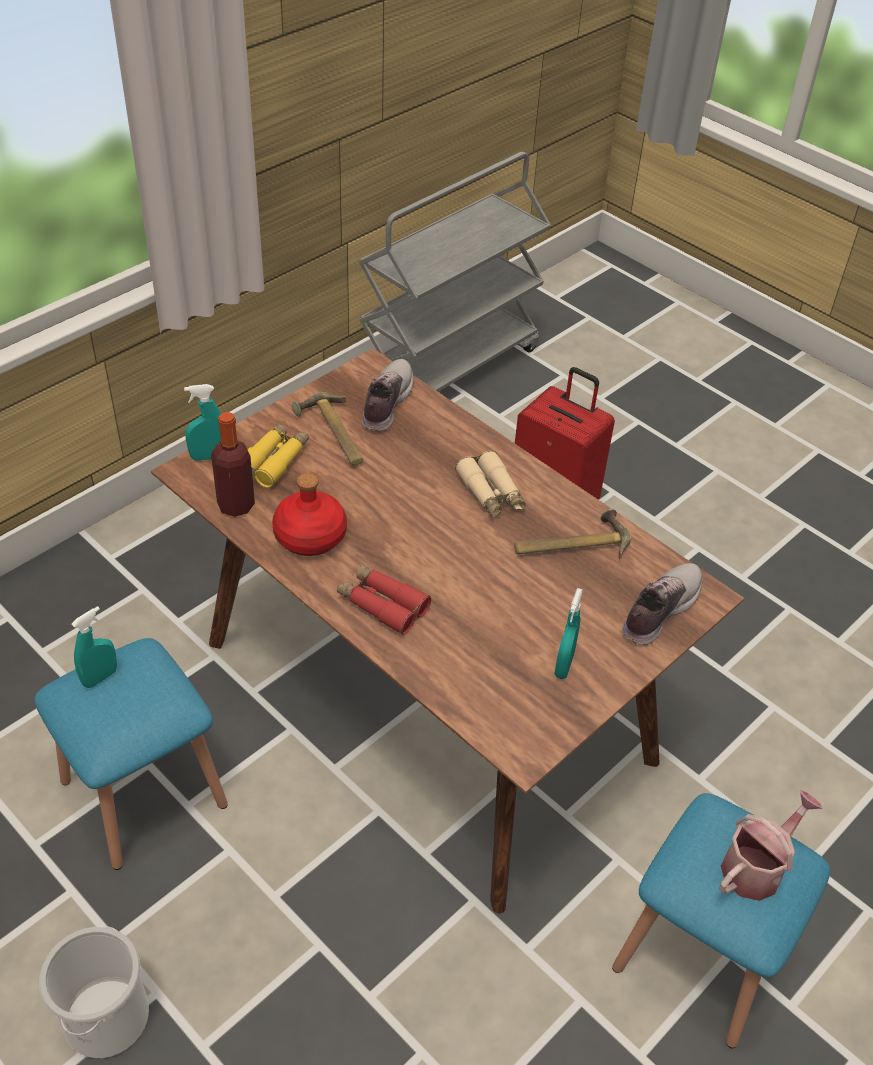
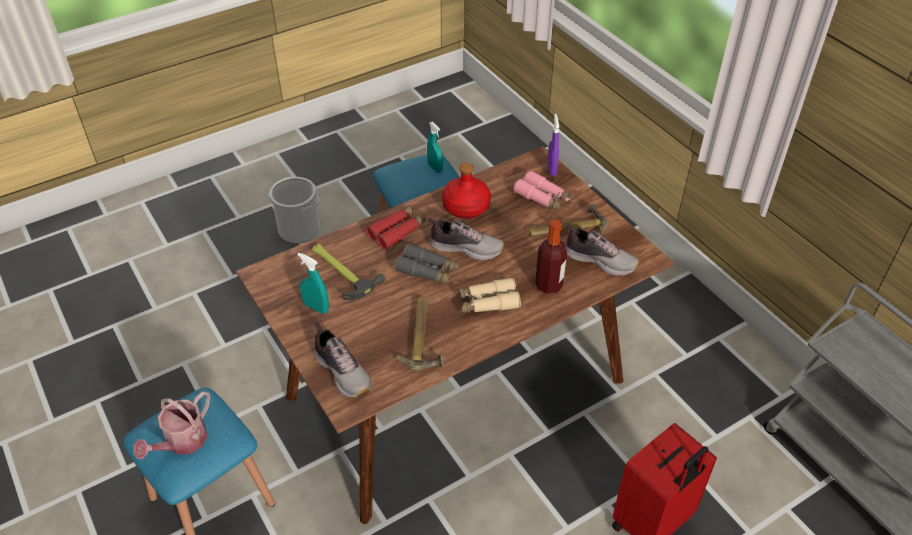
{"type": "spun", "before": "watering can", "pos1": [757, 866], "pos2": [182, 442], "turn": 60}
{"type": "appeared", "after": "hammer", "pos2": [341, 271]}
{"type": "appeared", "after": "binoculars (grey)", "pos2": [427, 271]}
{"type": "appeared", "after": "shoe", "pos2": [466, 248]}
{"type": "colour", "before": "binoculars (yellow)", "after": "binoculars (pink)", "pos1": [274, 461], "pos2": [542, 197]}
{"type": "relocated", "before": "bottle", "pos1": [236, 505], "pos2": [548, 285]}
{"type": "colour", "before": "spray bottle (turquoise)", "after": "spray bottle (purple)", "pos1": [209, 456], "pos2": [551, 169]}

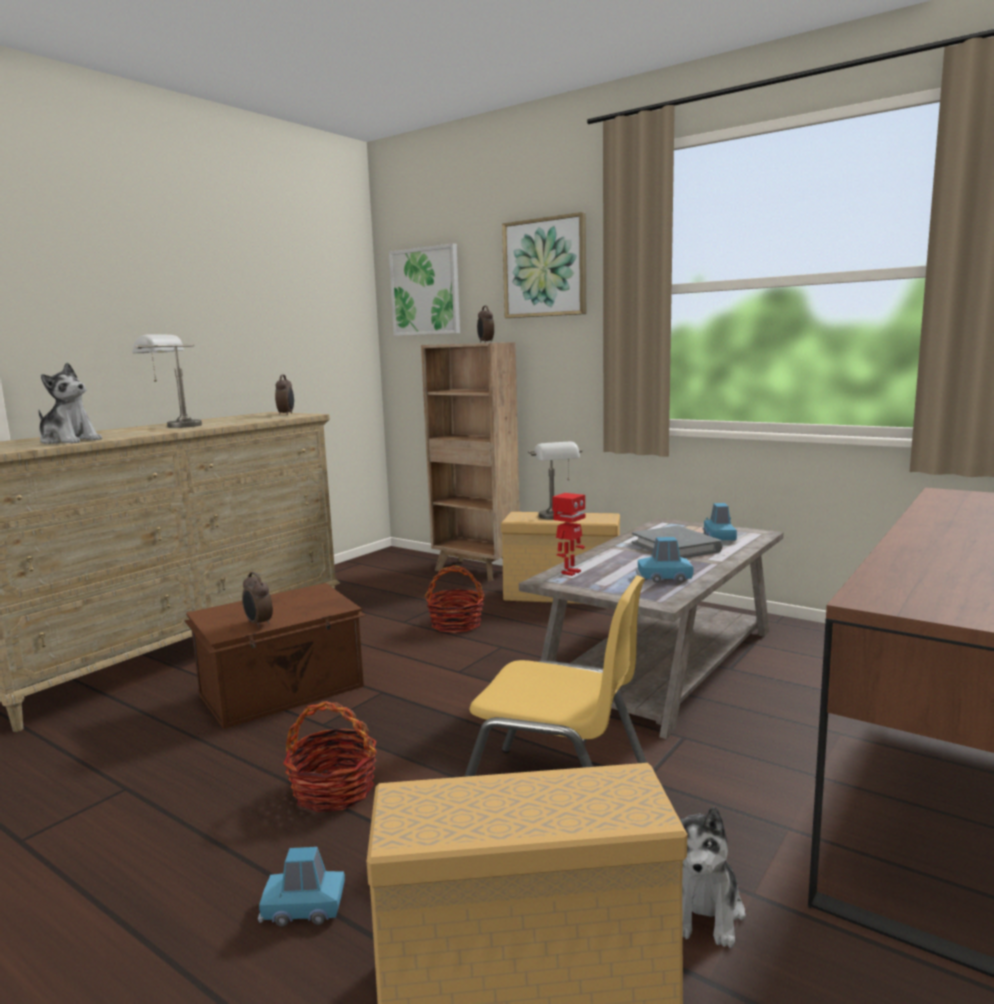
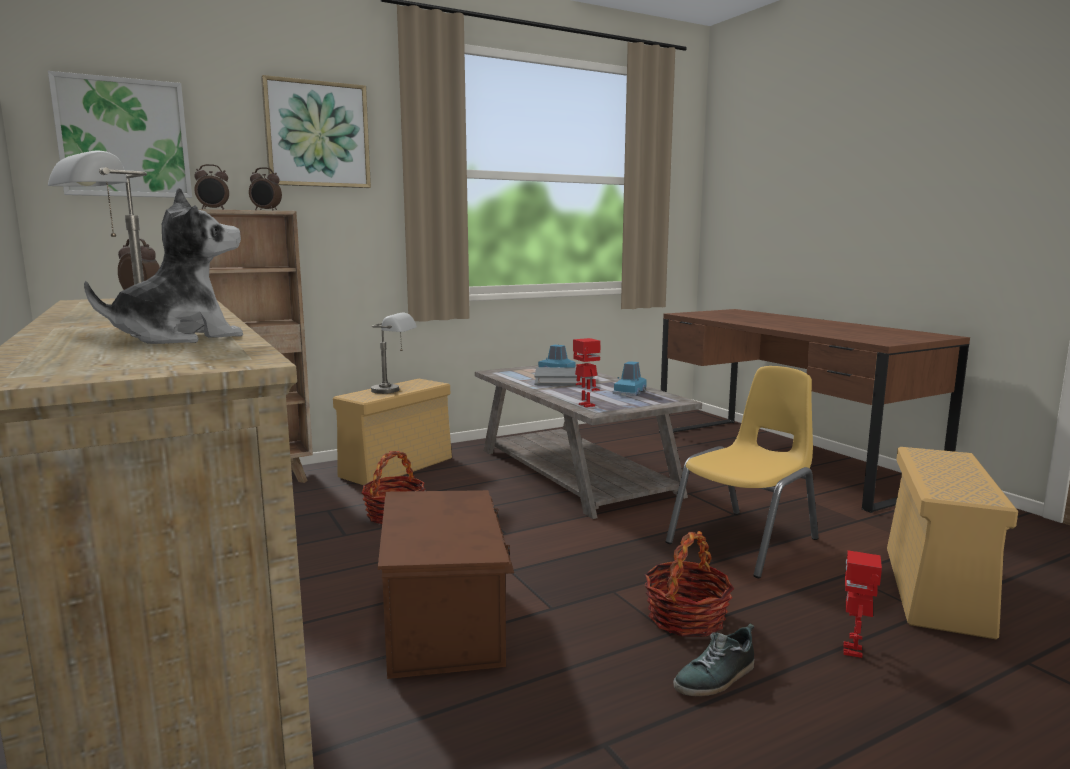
{"type": "relocated", "before": "alarm clock", "pos1": [258, 624], "pos2": [213, 209]}
{"type": "appeared", "after": "shoe", "pos2": [716, 677]}
{"type": "exchanged", "before": "toy car (blue)", "after": "toy robot", "pos1": [303, 908], "pos2": [854, 651]}
{"type": "missing", "before": "plush toy", "pos1": [704, 911]}

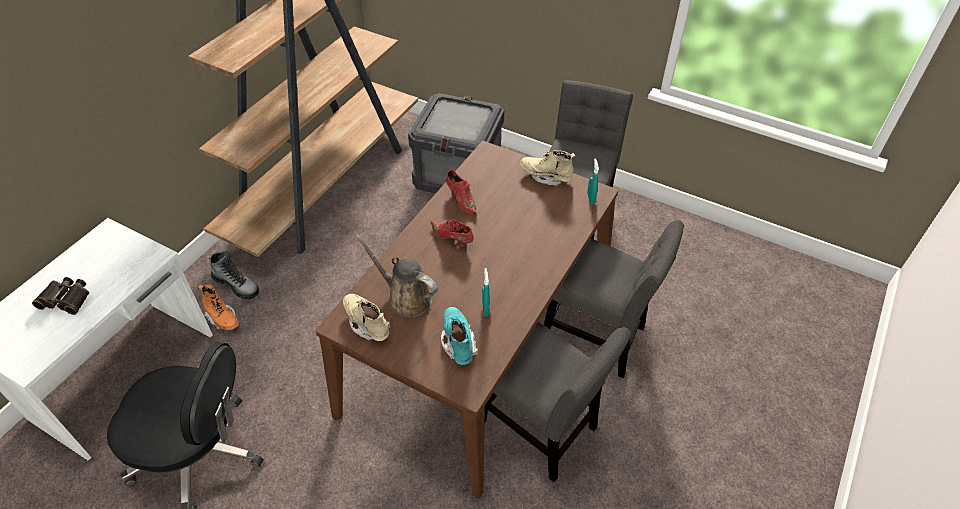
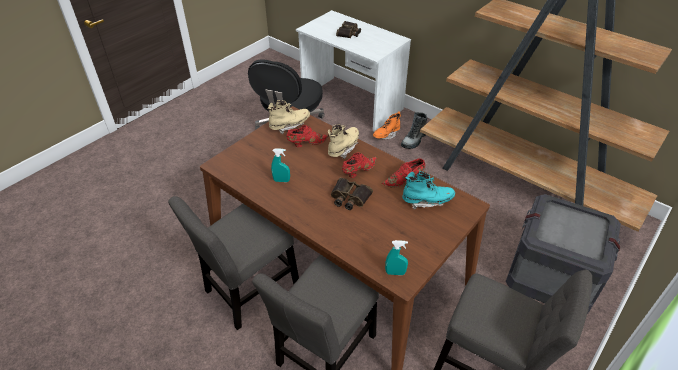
{"type": "exchanged", "before": "watering can (brown)", "after": "shoe (red)", "pos1": [406, 297], "pos2": [306, 143]}
{"type": "relocated", "before": "boot (beige)", "pos1": [546, 176], "pos2": [343, 148]}
{"type": "appeared", "after": "binoculars", "pos2": [349, 198]}
{"type": "relocated", "before": "boot (turquoise)", "pos1": [458, 342], "pos2": [427, 201]}

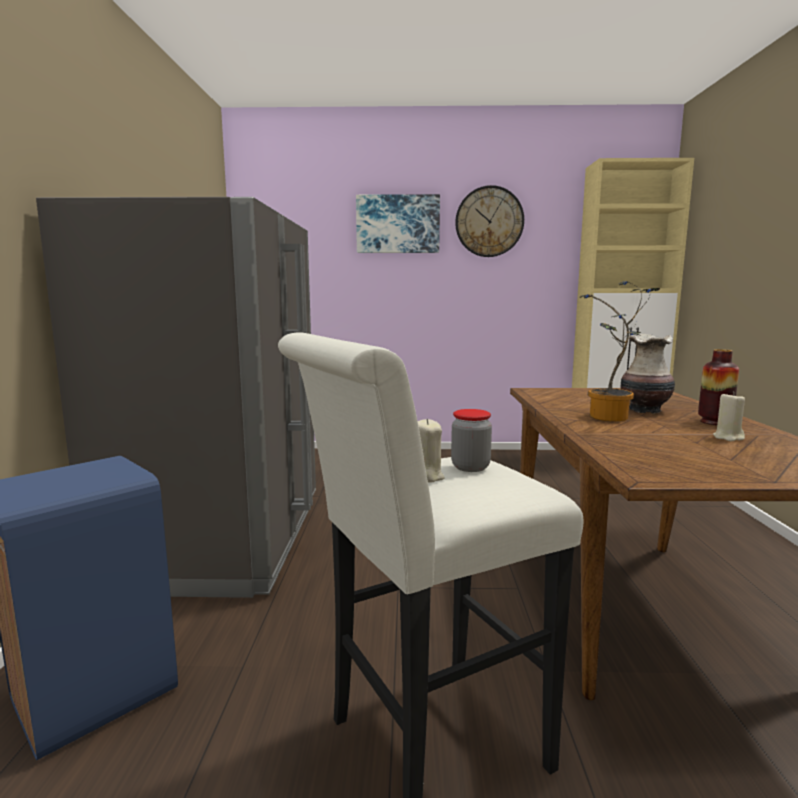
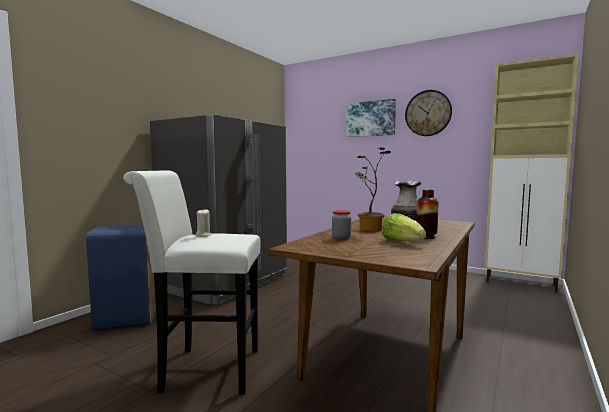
{"type": "relocated", "before": "jar", "pos1": [470, 467], "pos2": [341, 238]}
{"type": "exchanged", "before": "candle (beige)", "after": "lettuce", "pos1": [728, 437], "pos2": [402, 242]}

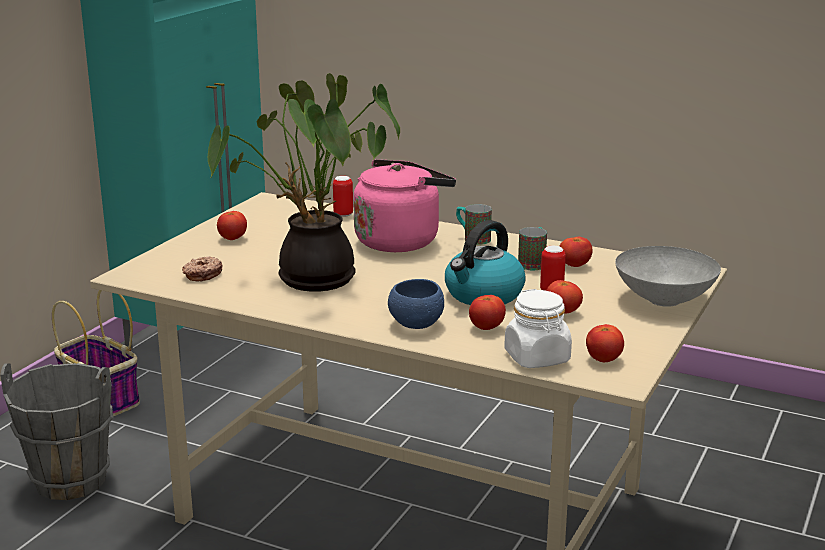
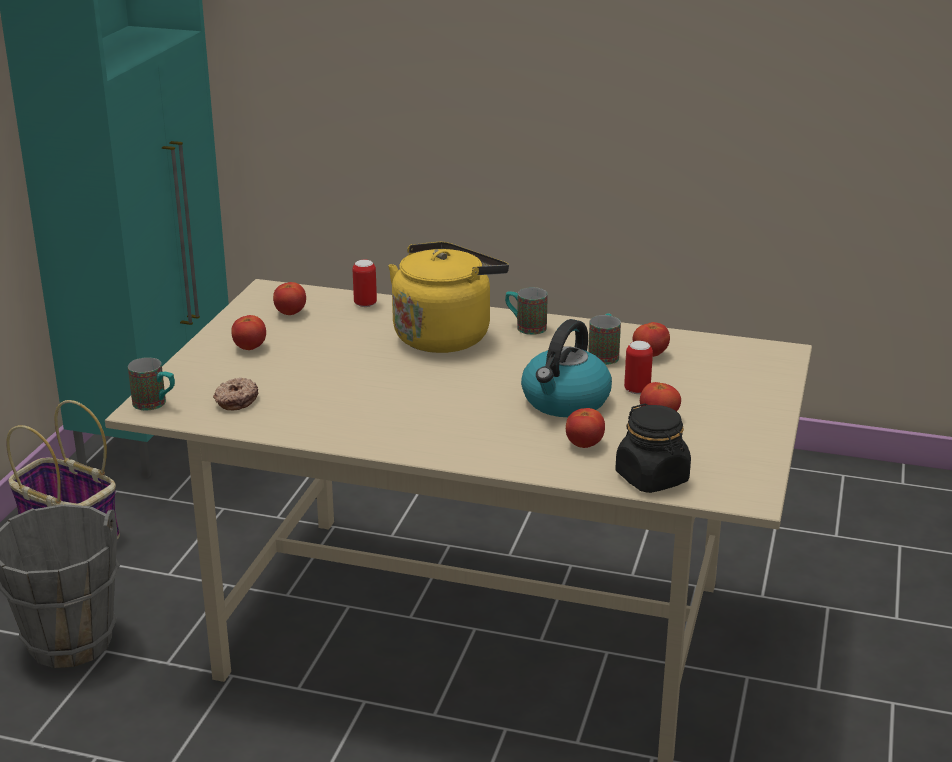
{"type": "appeared", "after": "mug", "pos2": [155, 404]}
{"type": "relocated", "before": "tomato", "pos1": [603, 359], "pos2": [290, 313]}
{"type": "colour", "before": "kettle (pink)", "after": "kettle (yellow)", "pos1": [400, 240], "pos2": [445, 335]}
{"type": "colour", "before": "jar (white)", "after": "jar (black)", "pos1": [537, 358], "pos2": [652, 478]}
{"type": "missing", "before": "potted plant", "pos1": [312, 281]}
{"type": "missing", "before": "bowl (blue)", "pos1": [416, 324]}
{"type": "missing", "before": "bowl (grey)", "pos1": [666, 300]}

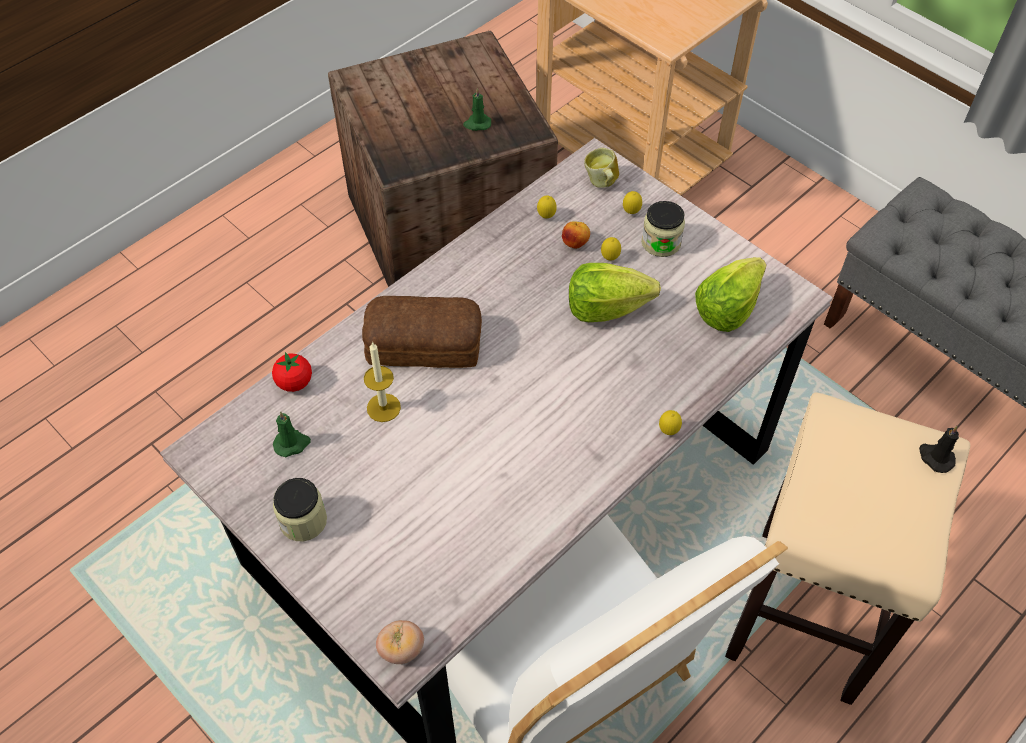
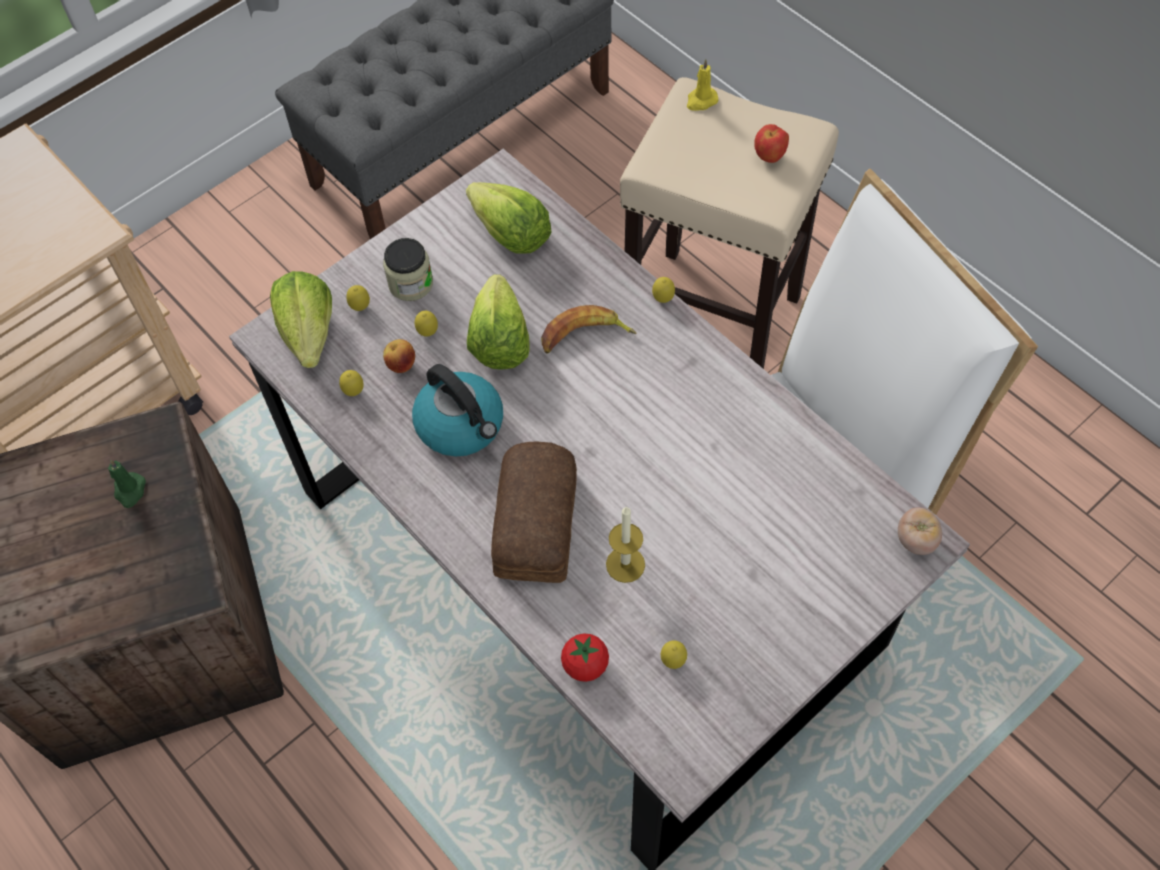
{"type": "exchanged", "before": "mug", "after": "lettuce", "pos1": [601, 183], "pos2": [309, 333]}
{"type": "appeared", "after": "kettle", "pos2": [461, 425]}
{"type": "appeared", "after": "banana", "pos2": [584, 336]}
{"type": "exchanged", "before": "candle (green)", "after": "lemon", "pos1": [292, 444], "pos2": [673, 661]}
{"type": "colour", "before": "candle (black)", "after": "candle (yellow)", "pos1": [935, 457], "pos2": [701, 101]}
{"type": "appeared", "after": "apple", "pos2": [769, 157]}
{"type": "missing", "before": "jar", "pos1": [303, 521]}

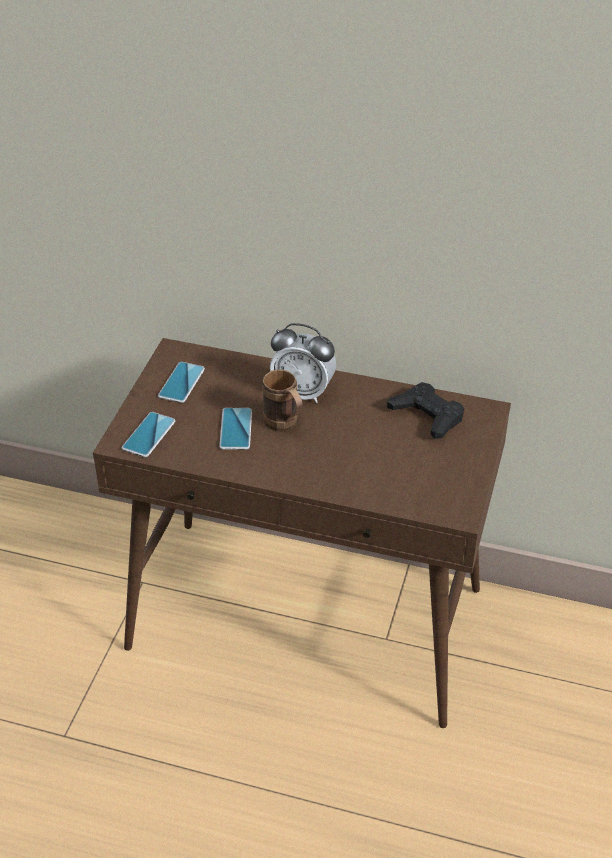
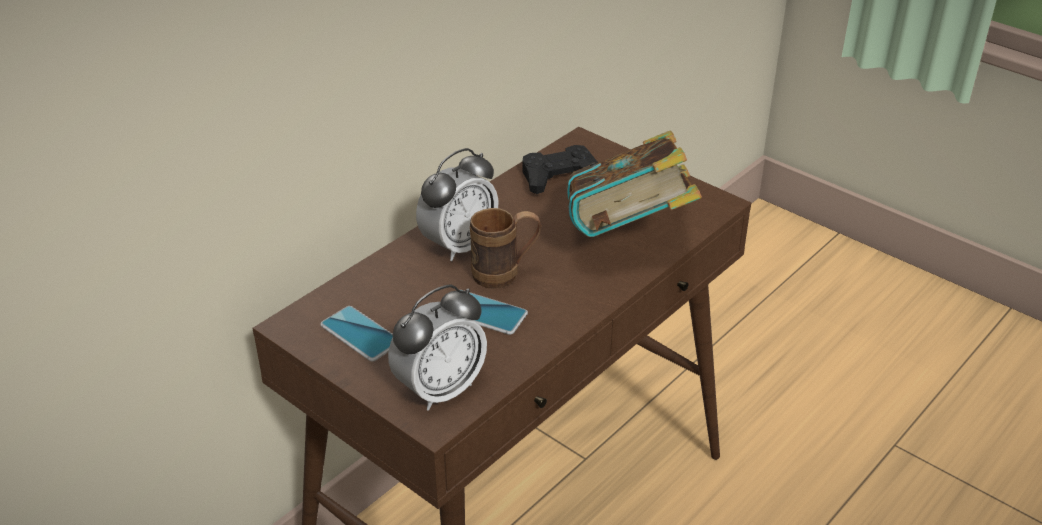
{"type": "exchanged", "before": "phone", "after": "alarm clock", "pos1": [149, 435], "pos2": [440, 389]}
{"type": "appeared", "after": "book", "pos2": [628, 235]}

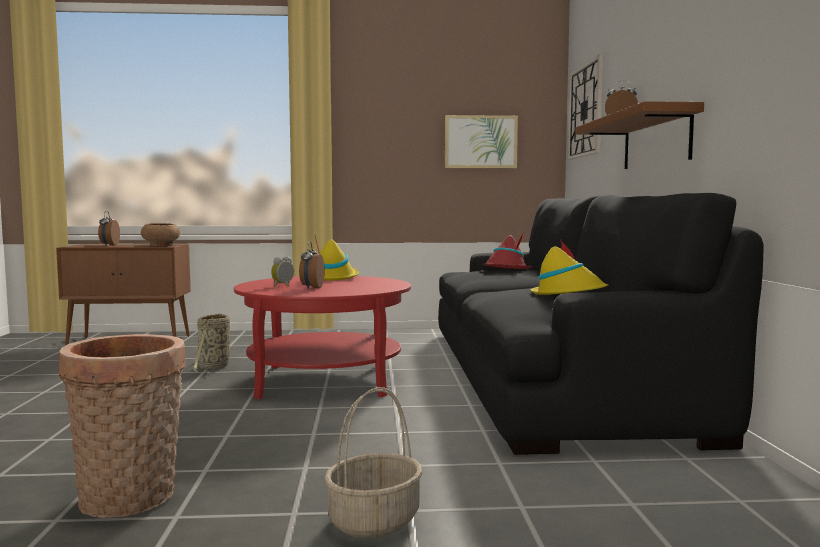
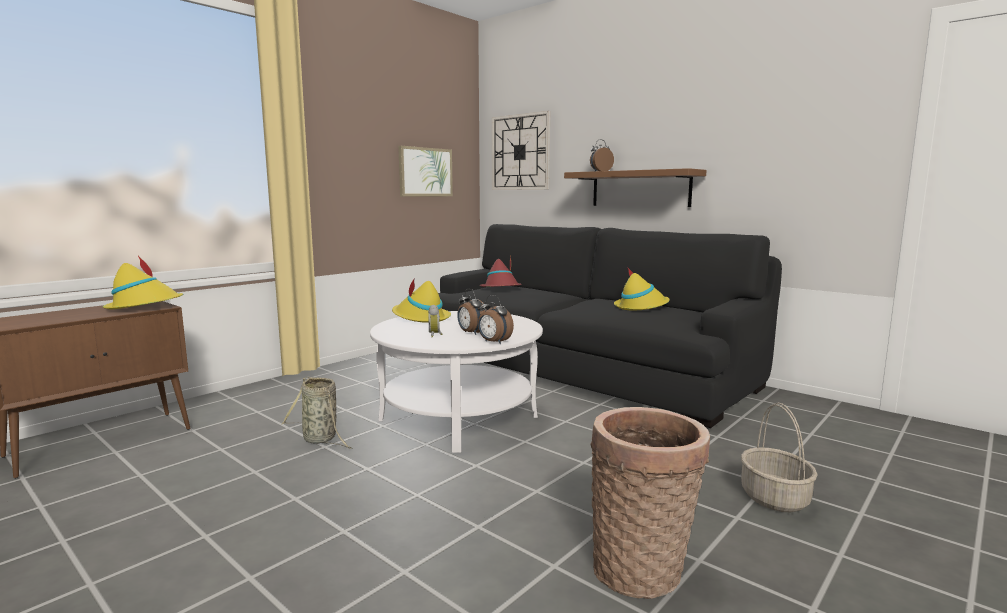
{"type": "exchanged", "before": "bowl (brown)", "after": "hat (yellow)", "pos1": [161, 245], "pos2": [145, 306]}
{"type": "colour", "before": "coffee table (red)", "after": "coffee table (white)", "pos1": [325, 380], "pos2": [459, 418]}
{"type": "relocated", "before": "alarm clock", "pos1": [109, 245], "pos2": [493, 342]}

